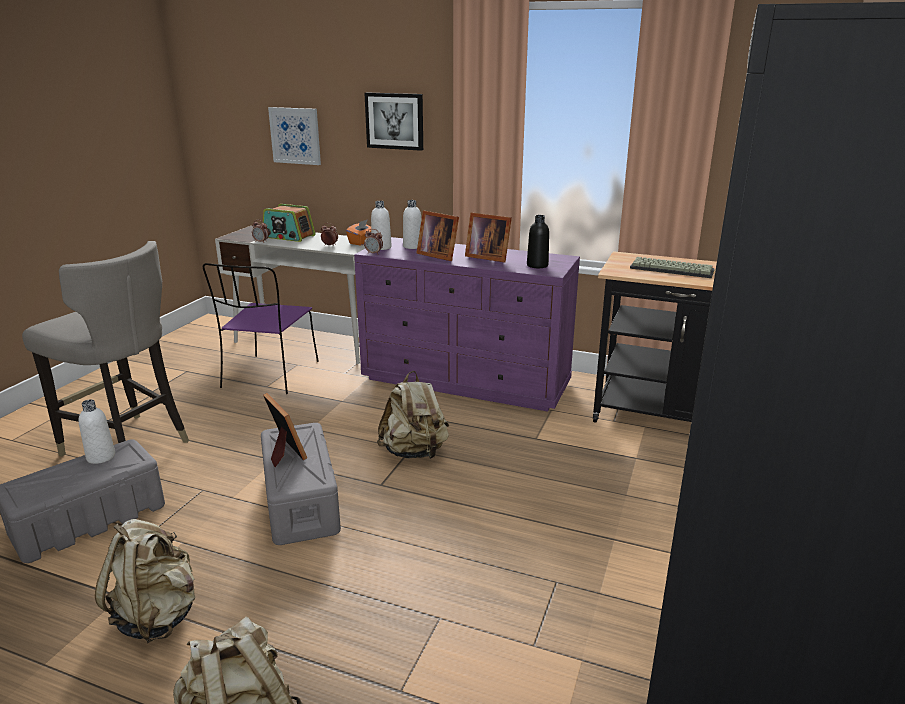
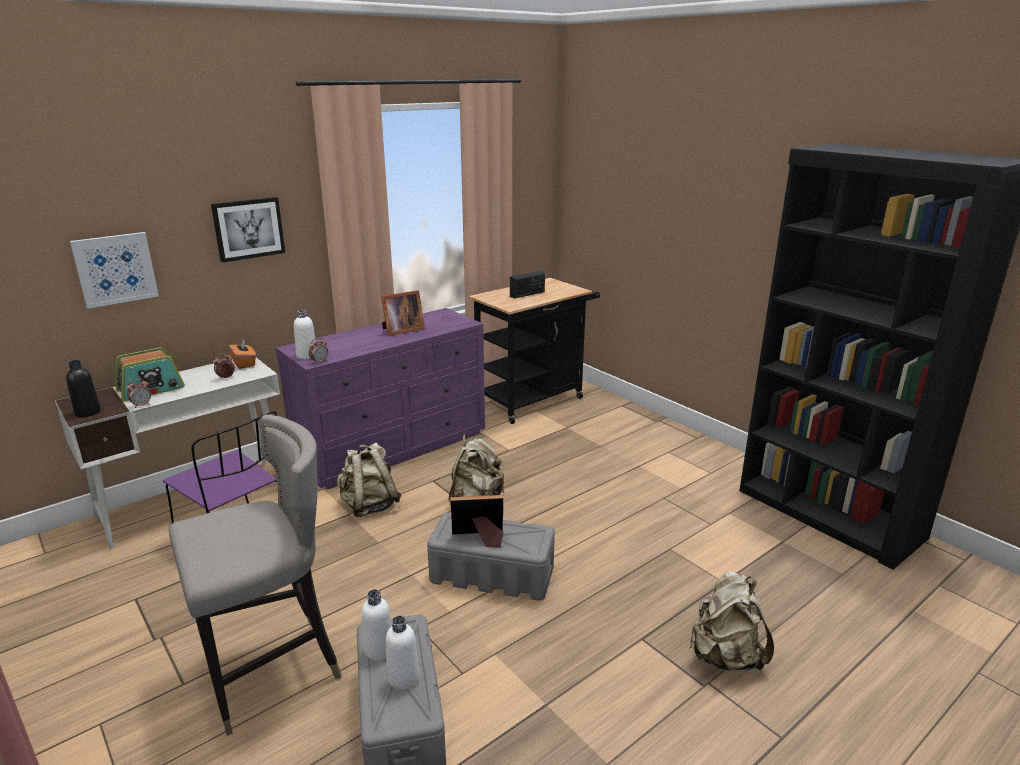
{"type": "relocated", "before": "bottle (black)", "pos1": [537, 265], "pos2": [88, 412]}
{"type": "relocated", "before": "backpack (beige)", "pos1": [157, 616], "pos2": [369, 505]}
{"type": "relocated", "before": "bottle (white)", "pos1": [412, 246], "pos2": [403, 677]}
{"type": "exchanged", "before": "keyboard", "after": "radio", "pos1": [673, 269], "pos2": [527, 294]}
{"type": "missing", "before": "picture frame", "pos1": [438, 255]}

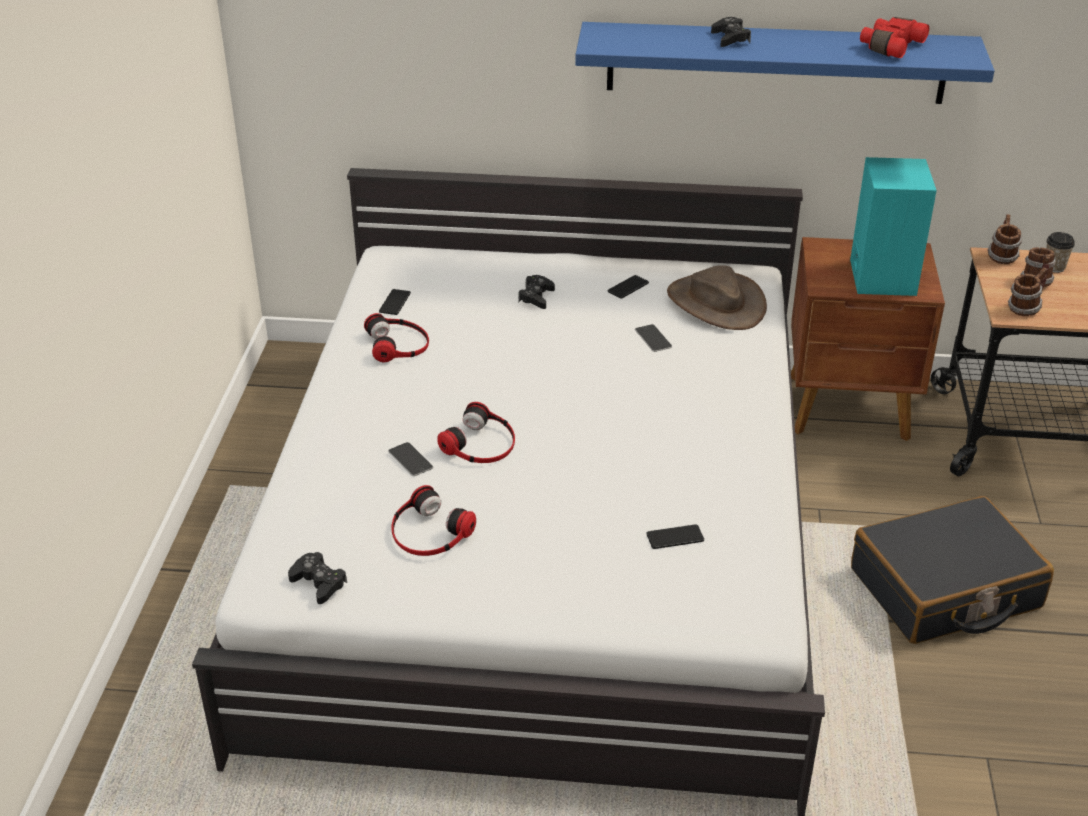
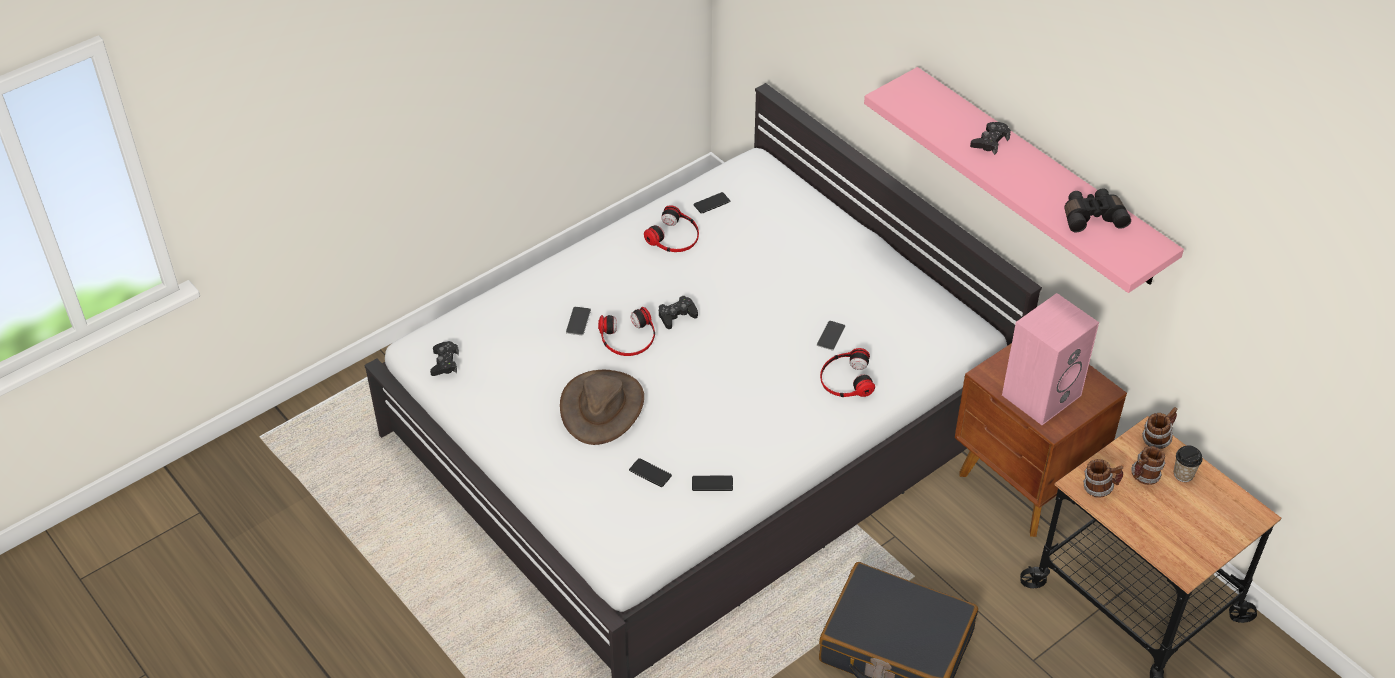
{"type": "relocated", "before": "hat (brown)", "pos1": [715, 303], "pos2": [602, 407]}
{"type": "relocated", "before": "game controller (black)", "pos1": [536, 297], "pos2": [677, 315]}
{"type": "relocated", "before": "phone", "pos1": [628, 287], "pos2": [712, 484]}
{"type": "relocated", "before": "headphones", "pos1": [429, 532], "pos2": [846, 379]}
{"type": "colour", "before": "shelf (blue)", "after": "shelf (pink)", "pos1": [776, 62], "pos2": [1038, 177]}
{"type": "colour", "before": "speaker (turquoise)", "after": "speaker (pink)", "pos1": [880, 276], "pos2": [1041, 393]}
{"type": "colour", "before": "binoculars (red)", "after": "binoculars (black)", "pos1": [889, 46], "pos2": [1092, 216]}

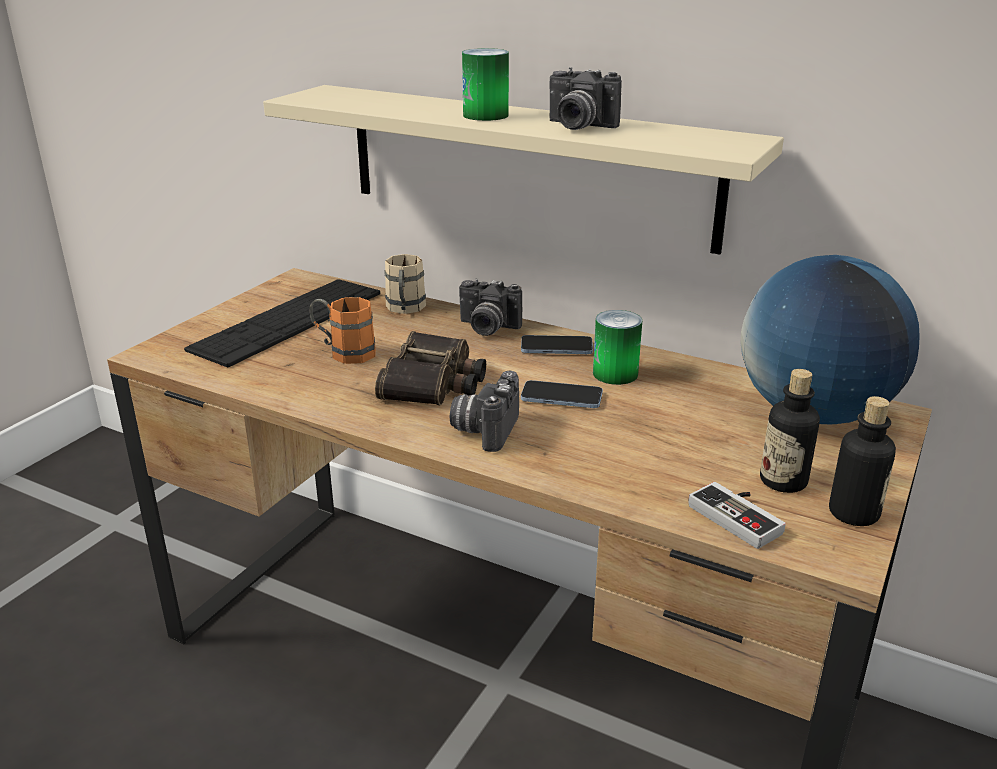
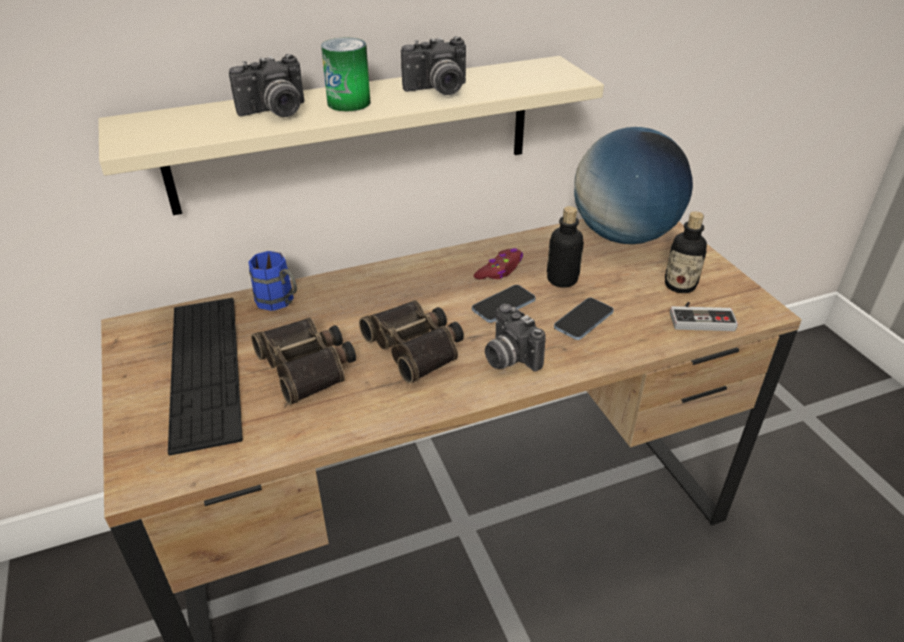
{"type": "relocated", "before": "photo camera", "pos1": [486, 328], "pos2": [275, 112]}
{"type": "colour", "before": "mug (beige)", "after": "mug (blue)", "pos1": [405, 309], "pos2": [280, 303]}
{"type": "exchanged", "before": "mug (orange)", "after": "binoculars", "pos1": [344, 352], "pos2": [308, 365]}
{"type": "exchanged", "before": "can", "after": "game controller (red)", "pos1": [615, 374], "pos2": [500, 270]}
{"type": "relocated", "before": "bottle", "pos1": [853, 513], "pos2": [562, 279]}
{"type": "relocated", "before": "phone", "pos1": [556, 347], "pos2": [583, 320]}

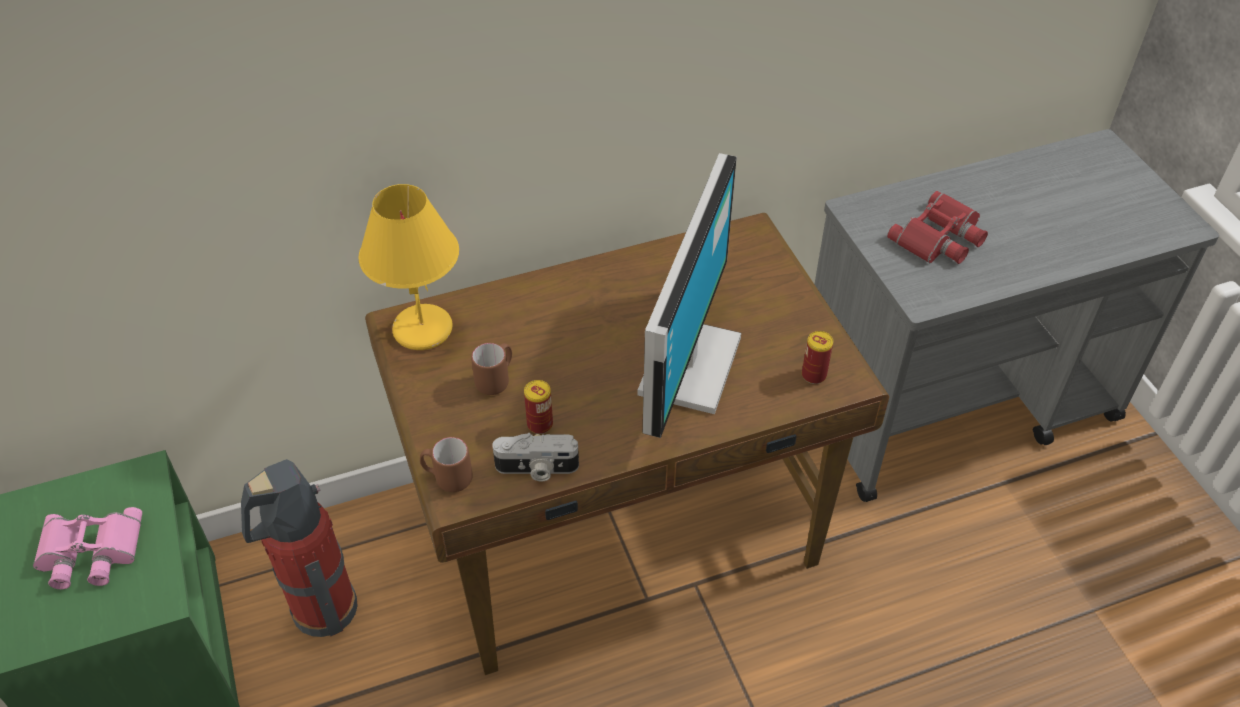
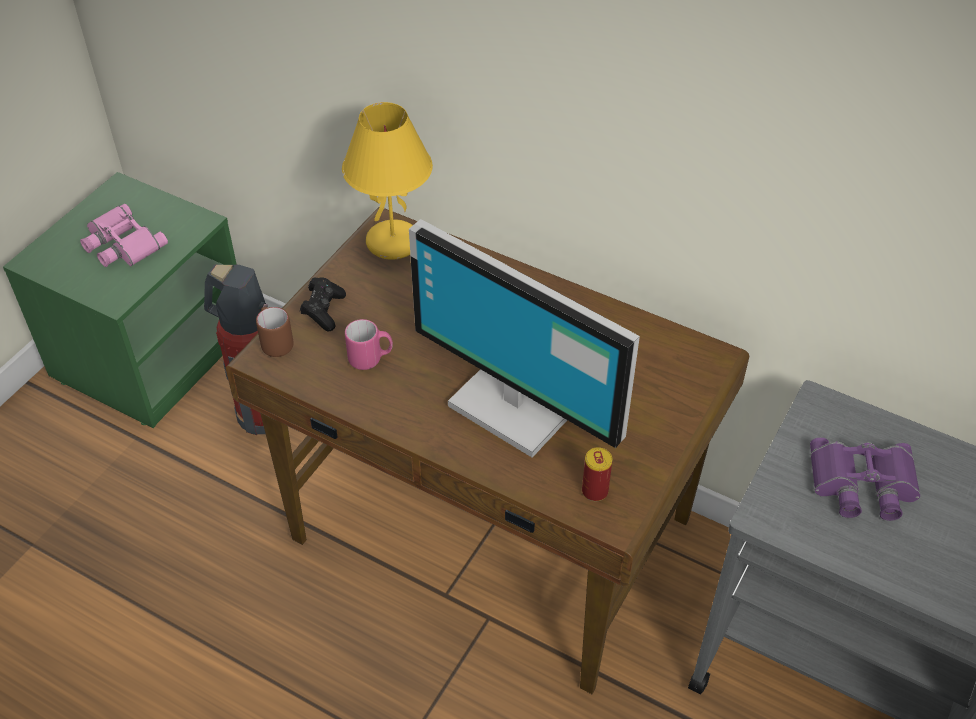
{"type": "appeared", "after": "game controller (black)", "pos2": [324, 311]}
{"type": "exchanged", "before": "can", "after": "mug (pink)", "pos1": [540, 424], "pos2": [371, 359]}
{"type": "spun", "before": "monitor", "pos1": [684, 365], "pos2": [516, 403], "turn": 60}
{"type": "colour", "before": "binoculars (red)", "after": "binoculars (purple)", "pos1": [940, 238], "pos2": [862, 485]}
{"type": "missing", "before": "mug (brown)", "pos1": [496, 379]}
{"type": "missing", "before": "photo camera", "pos1": [536, 469]}

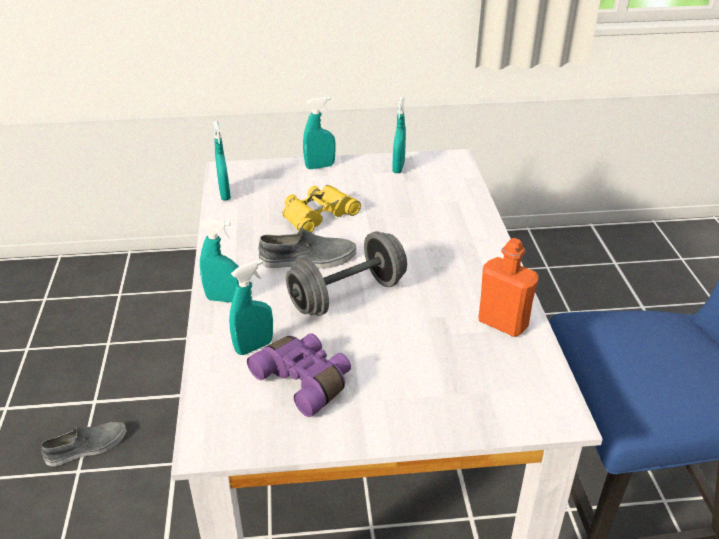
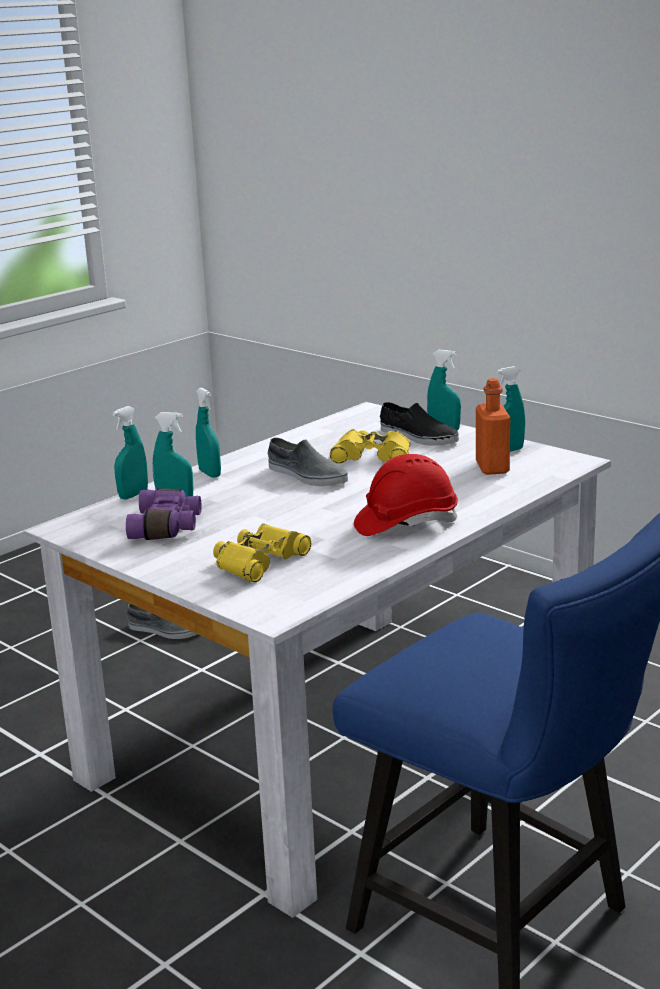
{"type": "relocated", "before": "spray bottle (turquoise)", "pos1": [224, 194], "pos2": [133, 495]}
{"type": "appeared", "after": "binoculars (yellow)", "pos2": [259, 561]}
{"type": "appeared", "after": "hard hat (red)", "pos2": [405, 523]}
{"type": "appeared", "after": "shoe (black)", "pos2": [417, 436]}
{"type": "relocated", "before": "bottle (orange)", "pos1": [503, 323], "pos2": [492, 467]}
{"type": "missing", "before": "dumbbell (grey)", "pos1": [347, 295]}

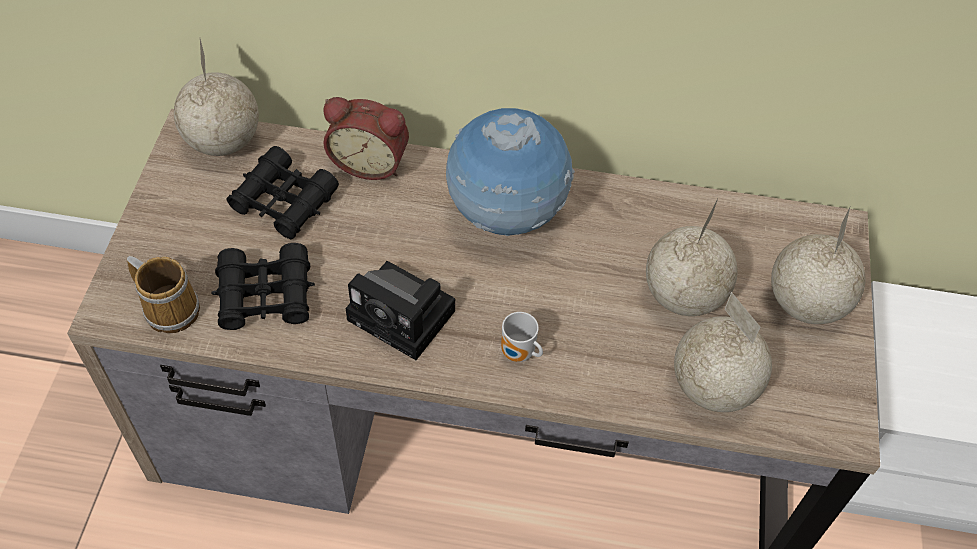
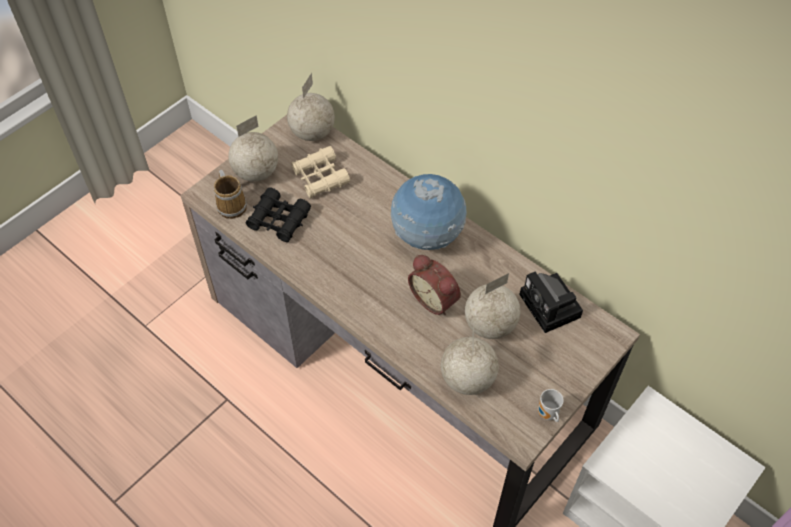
{"type": "relocated", "before": "globe", "pos1": [804, 304], "pos2": [255, 173]}
{"type": "colour", "before": "binoculars (black)", "after": "binoculars (beige)", "pos1": [284, 202], "pos2": [320, 177]}
{"type": "relocated", "before": "alarm clock", "pos1": [370, 162], "pos2": [435, 299]}
{"type": "relocated", "before": "photo camera", "pos1": [405, 317], "pos2": [551, 308]}
{"type": "relocated", "before": "mug", "pos1": [518, 354], "pos2": [547, 414]}

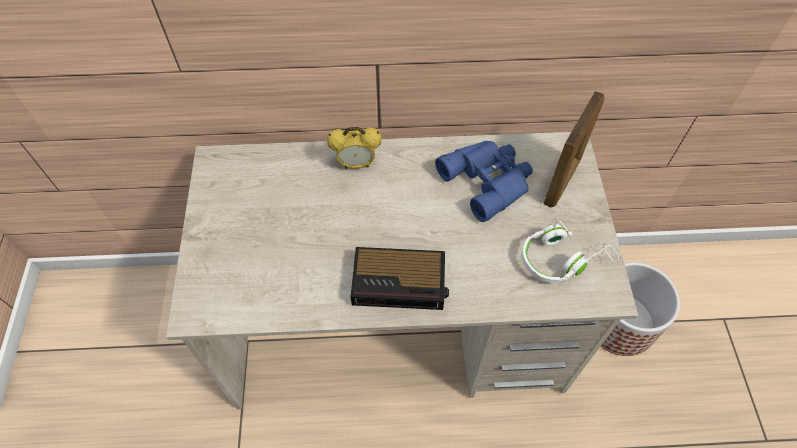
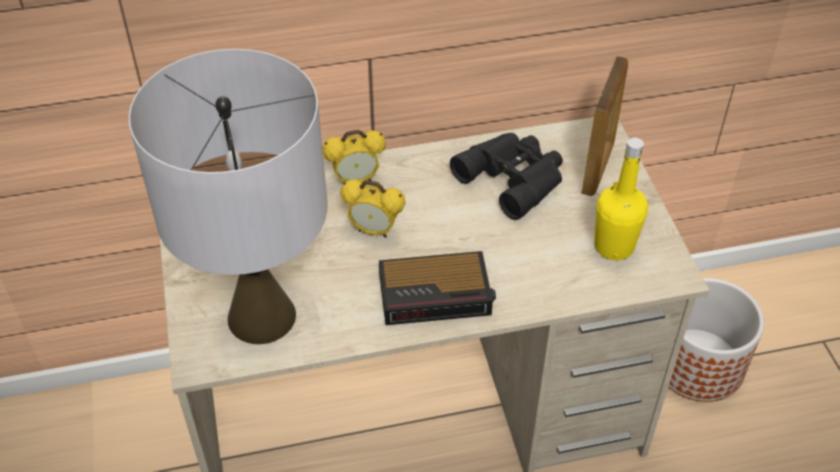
{"type": "appeared", "after": "table lamp (grey)", "pos2": [260, 316]}
{"type": "appeared", "after": "alarm clock", "pos2": [374, 230]}
{"type": "colour", "before": "binoculars (blue)", "after": "binoculars (black)", "pos1": [488, 180], "pos2": [514, 177]}
{"type": "exchanged", "before": "headphones (white)", "after": "bottle (yellow)", "pos1": [561, 259], "pos2": [614, 246]}

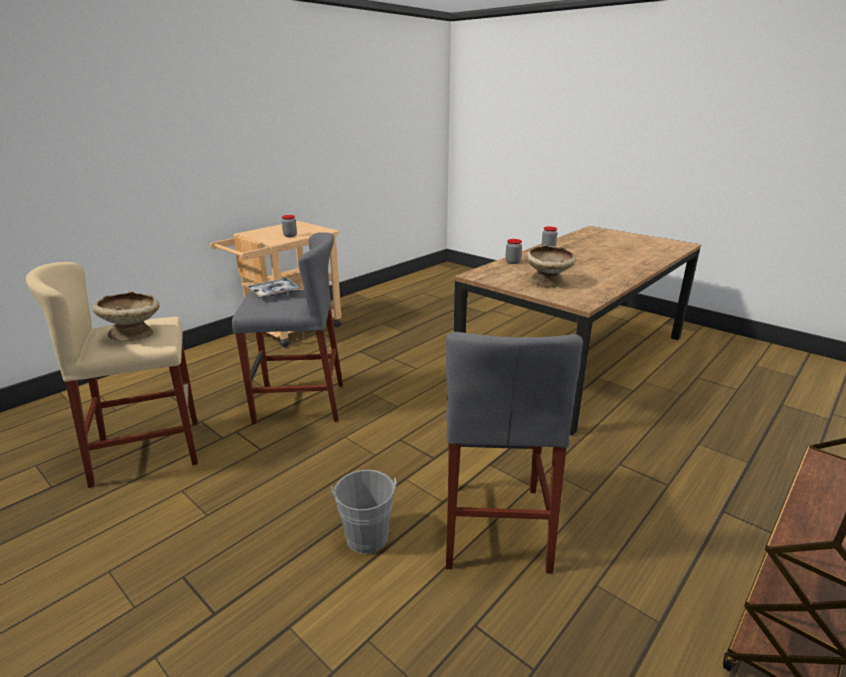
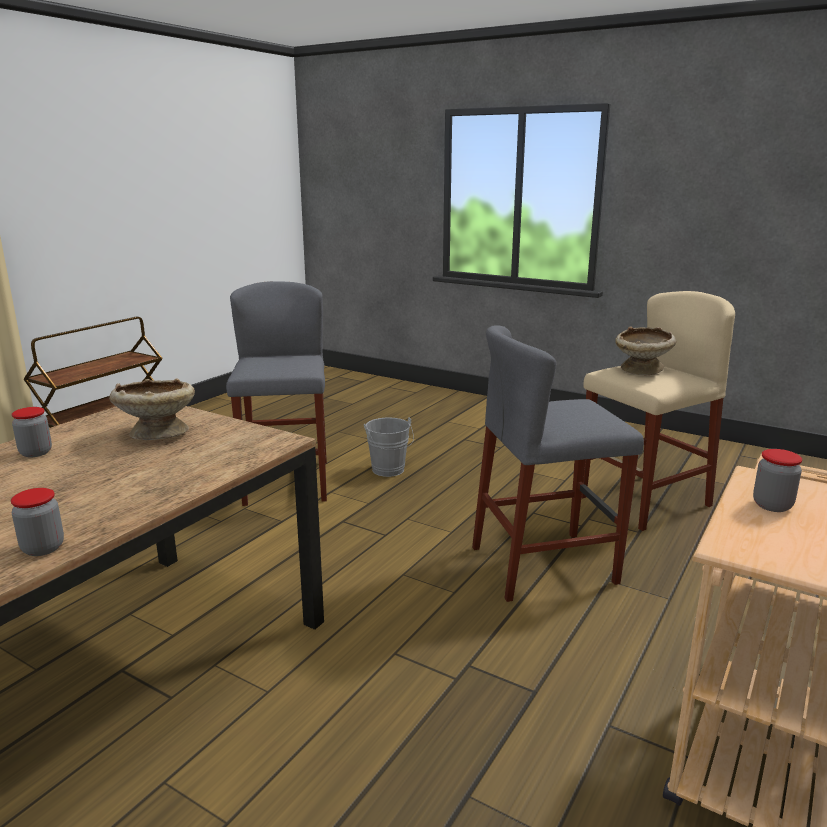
{"type": "relocated", "before": "jar", "pos1": [512, 262], "pos2": [36, 453]}
{"type": "missing", "before": "tray", "pos1": [275, 293]}

